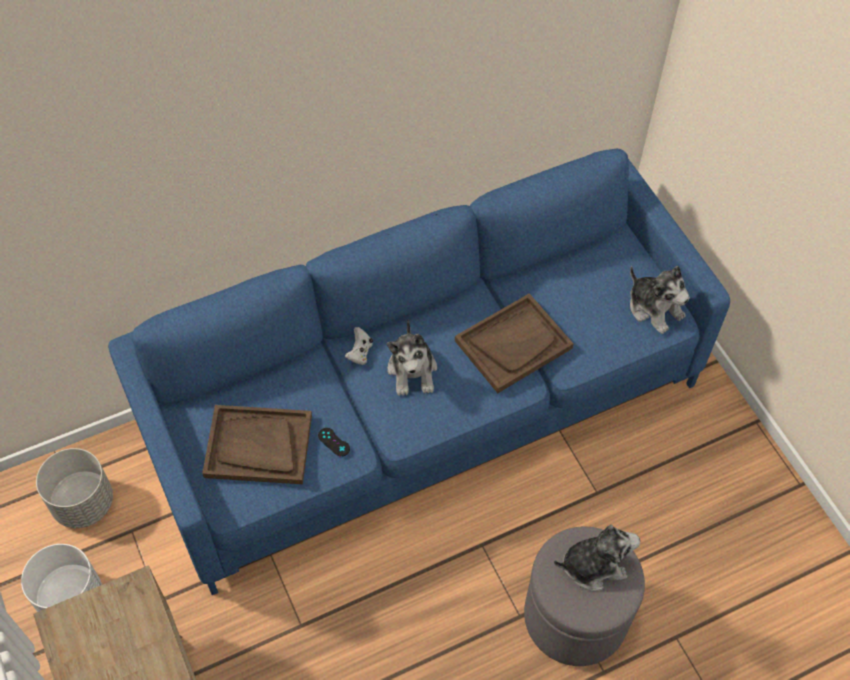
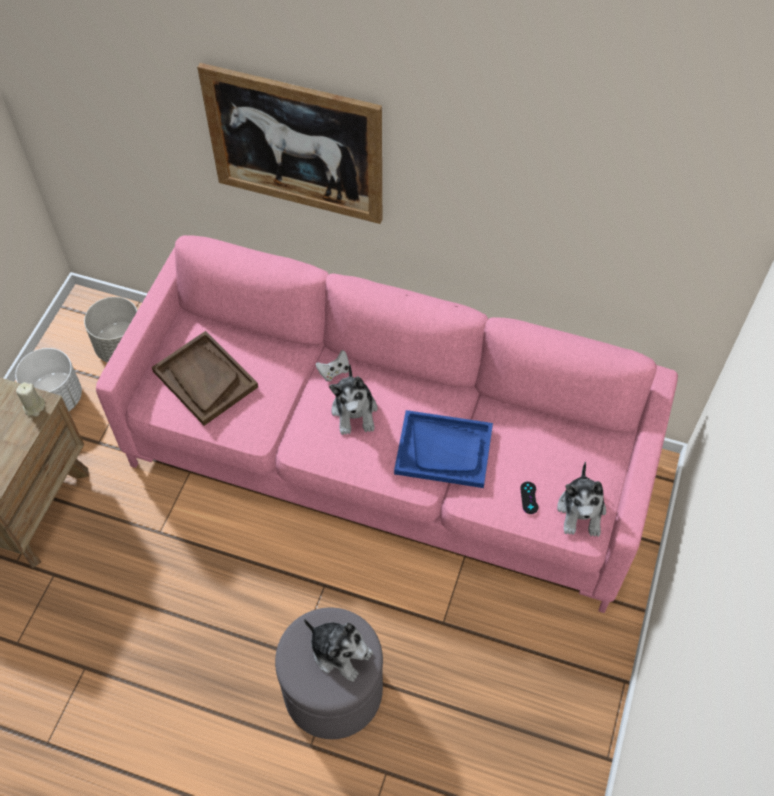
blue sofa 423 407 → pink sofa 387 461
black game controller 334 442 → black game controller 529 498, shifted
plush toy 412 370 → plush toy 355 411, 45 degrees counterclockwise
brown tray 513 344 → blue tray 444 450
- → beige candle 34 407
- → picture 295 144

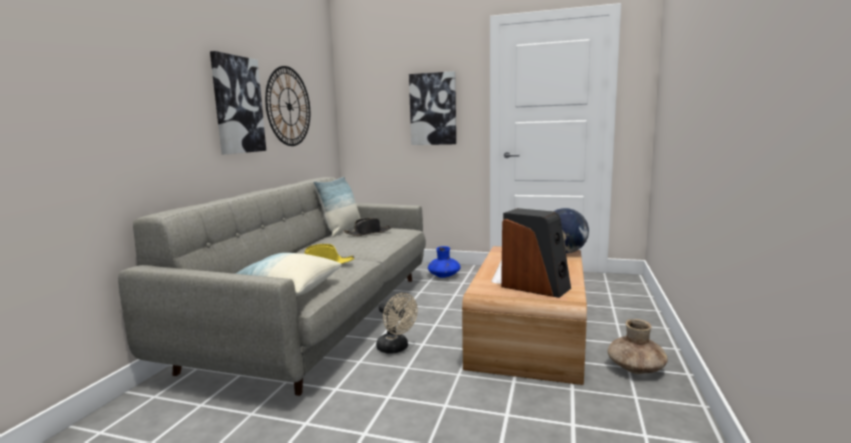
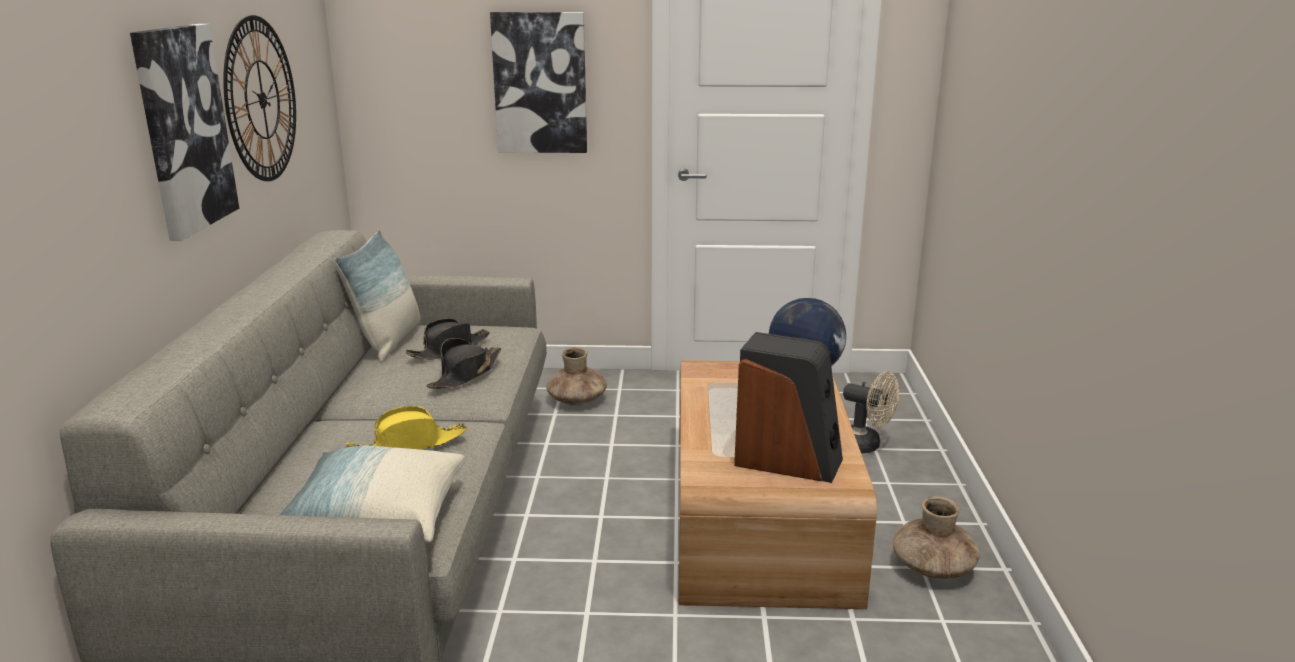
beige fan 396 348 → beige fan 865 446, shifted
blue vase 444 276 → brown vase 577 400
- → black hat 465 374

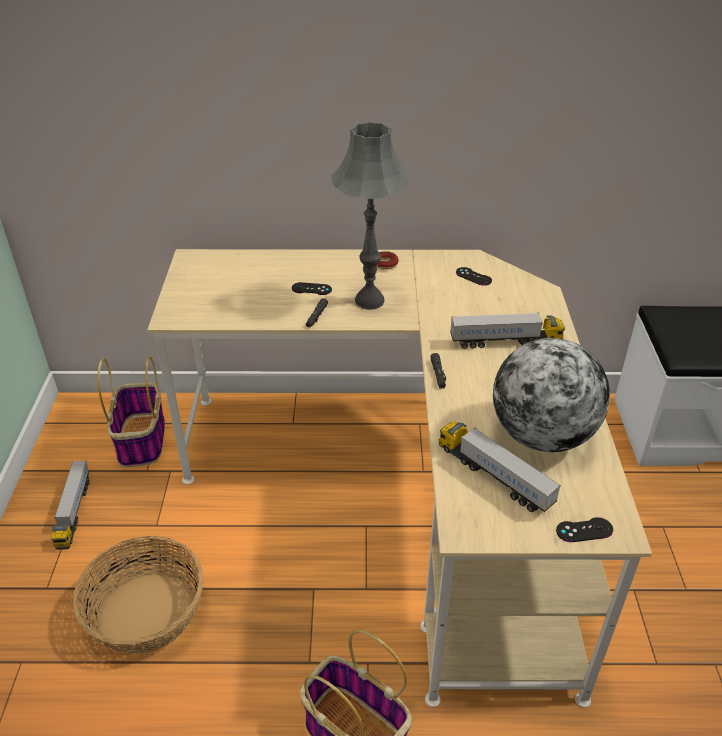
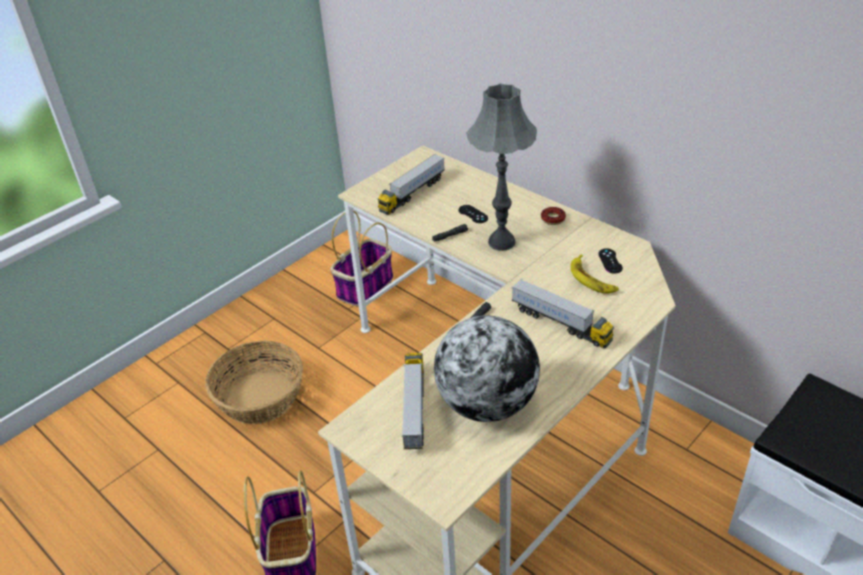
toy truck 74 512 → toy truck 412 194, shifted
black game controller 584 530 → -
- → banana 592 279

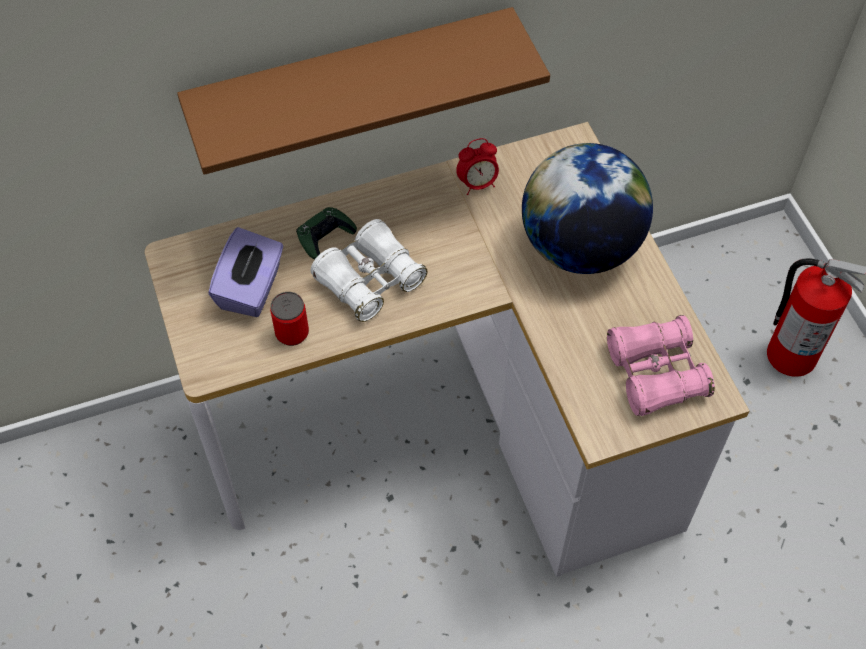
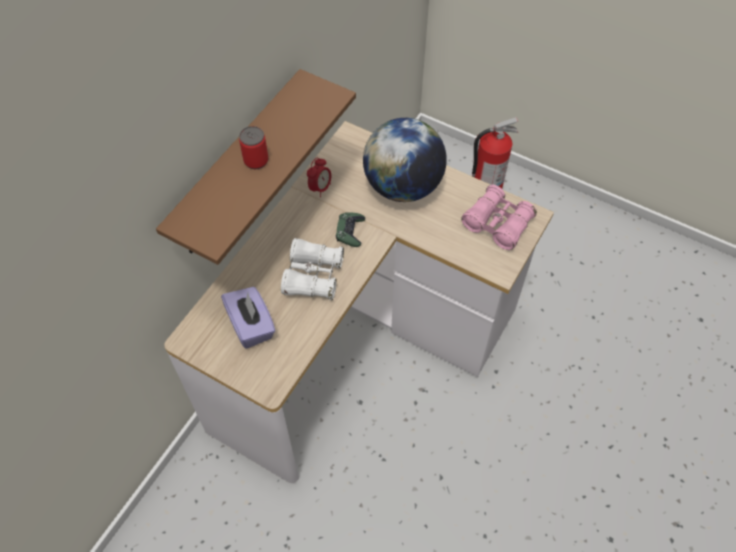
can 292 333 → can 256 161, shifted
green game controller 325 236 → green game controller 350 232, shifted

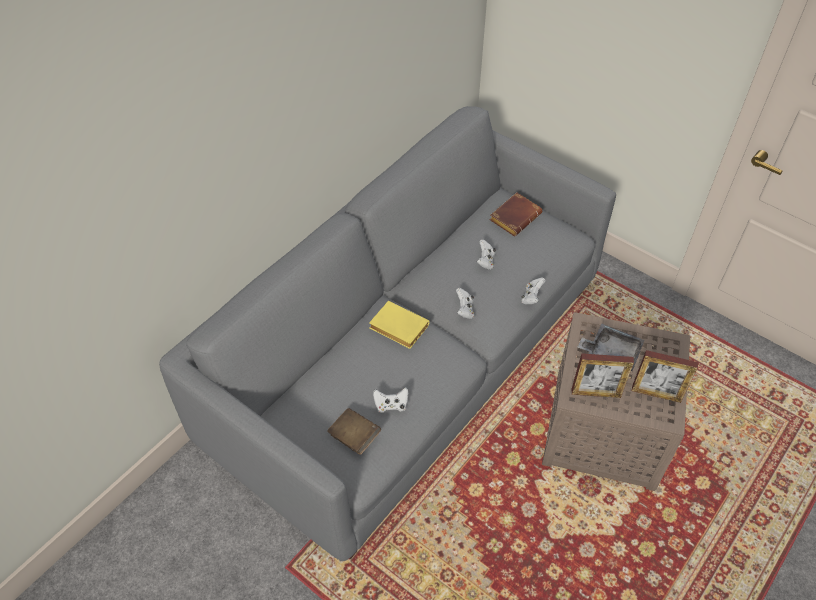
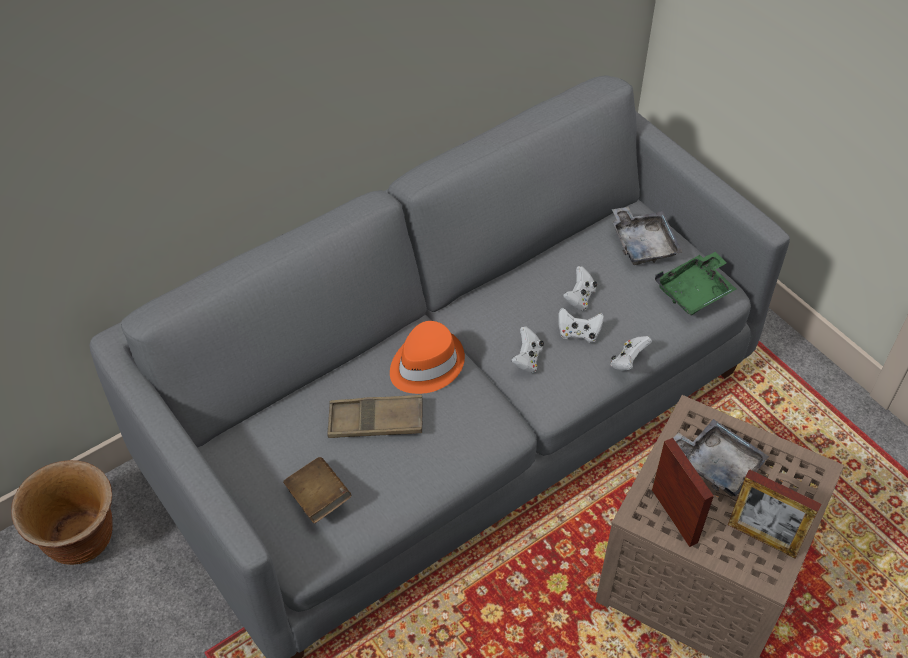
yellow book 397 328 → orange hat 425 364
white game controller 391 405 → white game controller 578 333, shifted
brown book 515 216 → grey tray 643 243
picture frame 596 393 → picture frame 674 516, 135 degrees counterclockwise
- → brown planter 82 540
- → brown tray 376 421
- → green tray 695 291

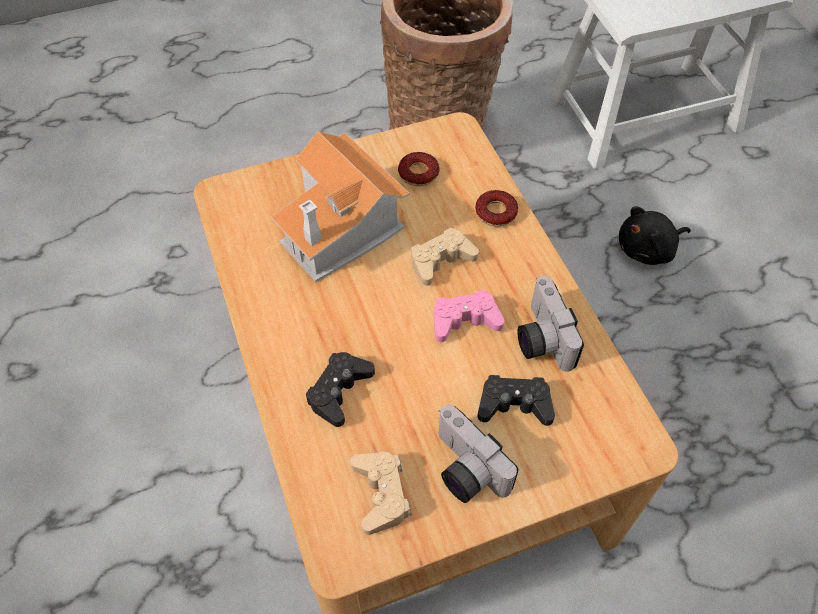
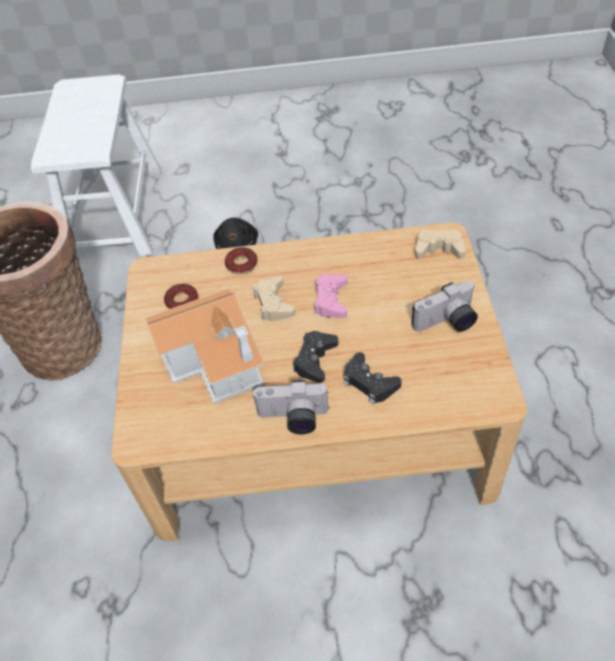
beige game controller 381 494 → beige game controller 439 249, shifted
black game controller 514 404 → black game controller 315 360, shifted
photo camera 539 338 → photo camera 293 419, shifted

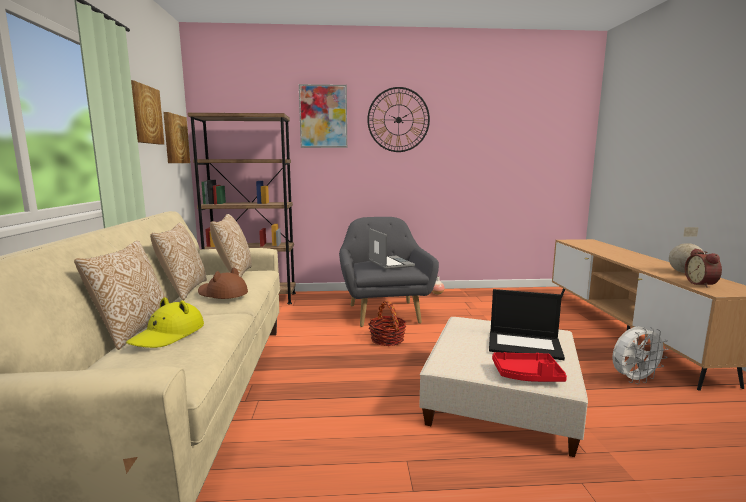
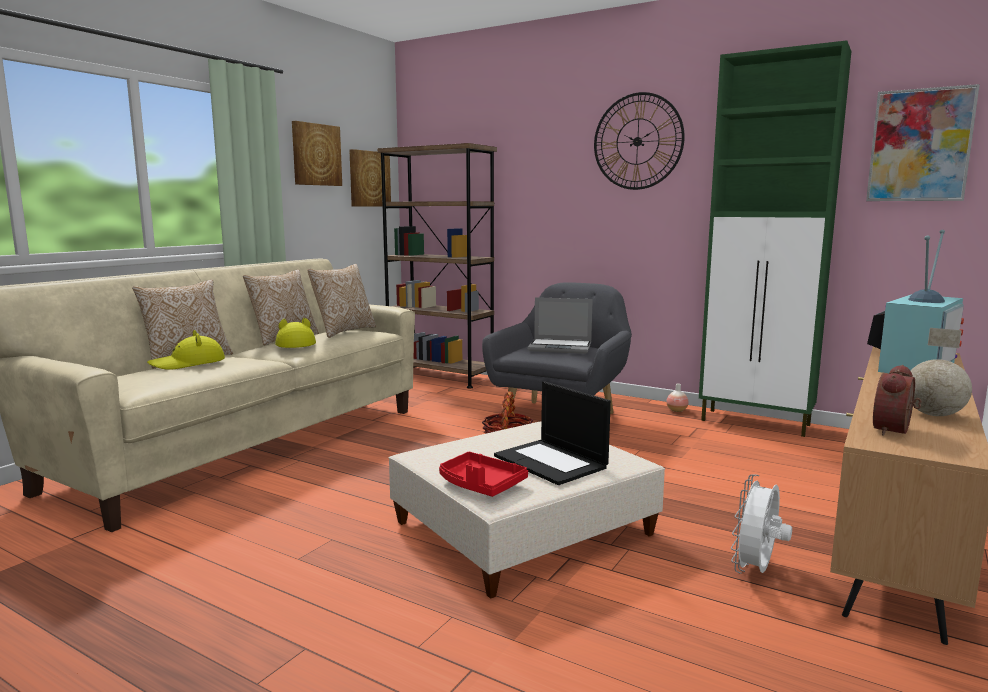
brown hat 222 293 → yellow hat 295 344
picture 323 116 → picture 920 145, shifted
laptop 389 263 → laptop 561 347, 90 degrees clockwise
white fan 634 379 → white fan 756 571, 105 degrees clockwise
- → green cabinet 756 423
- → television 911 366

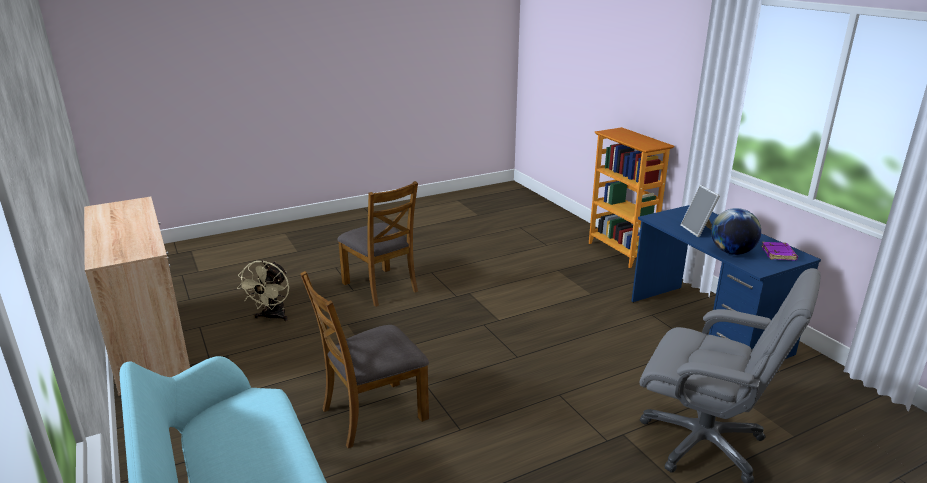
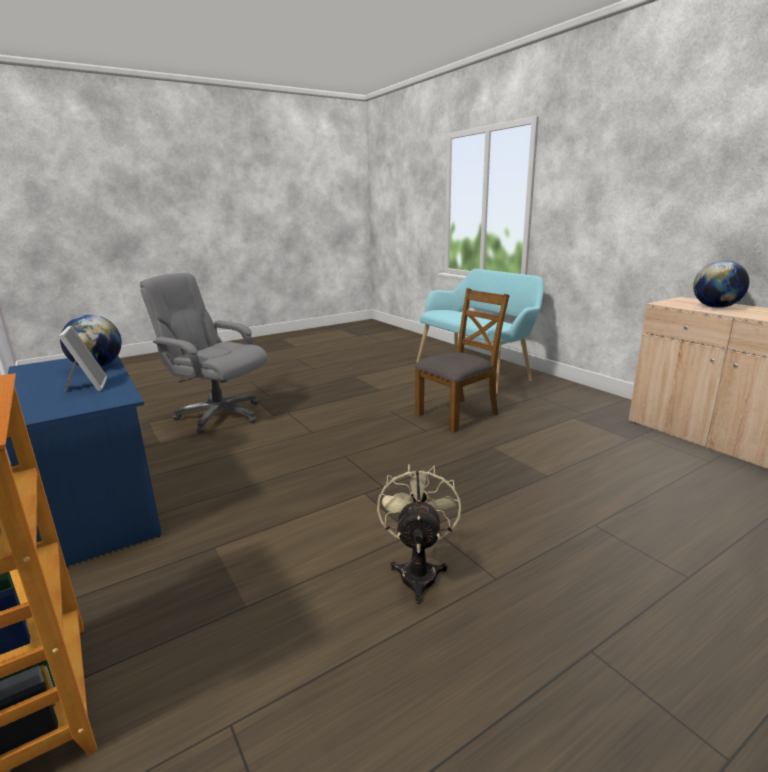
beige fan 272 317 → beige fan 418 571, shifted
brown chair 381 287 → -
purple book 779 254 → -
- → globe 715 307

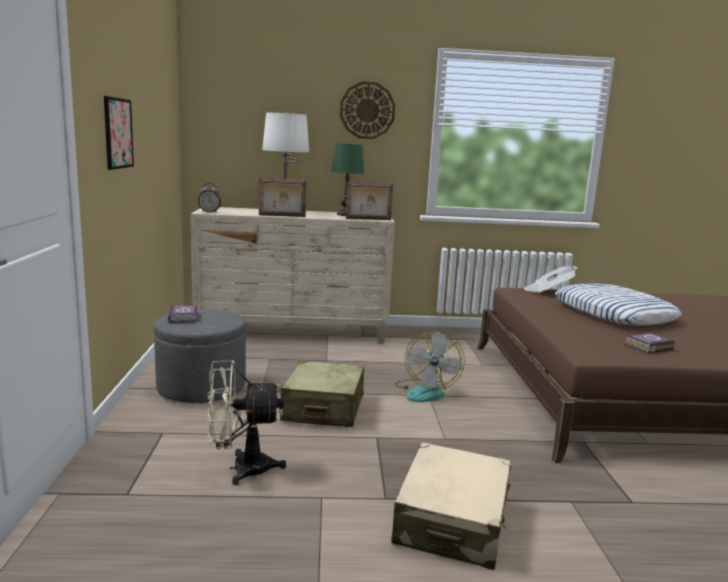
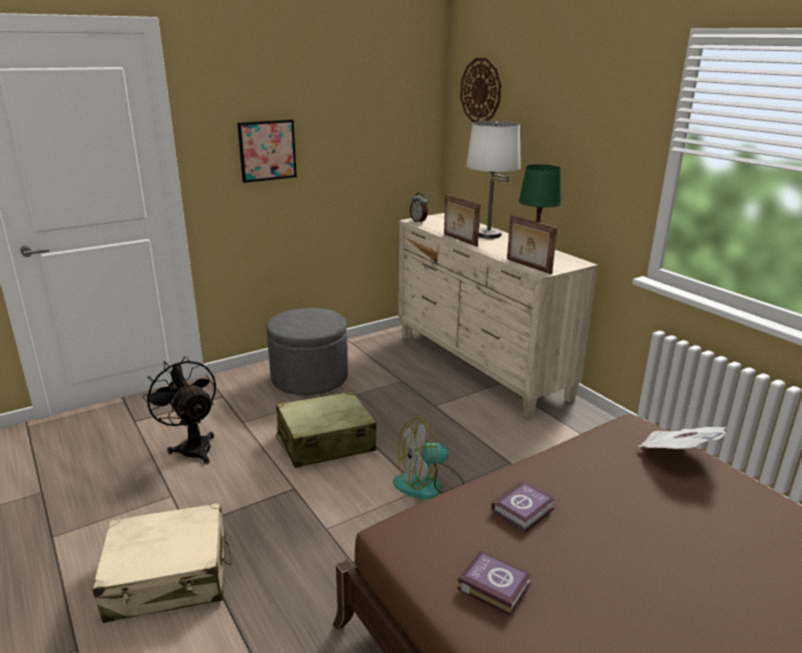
book 184 317 → book 524 510, shifted
beige fan 241 468 → black fan 192 446
wall clock 367 110 → wall clock 481 91, shifted
pillow 614 313 → -

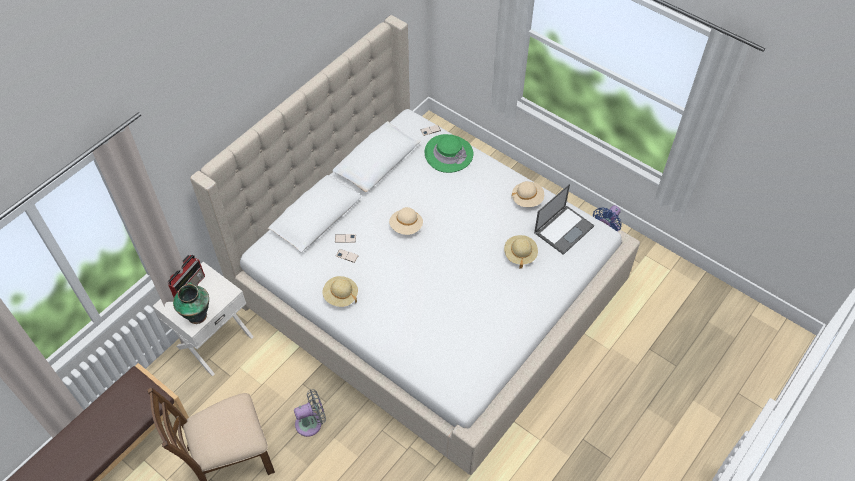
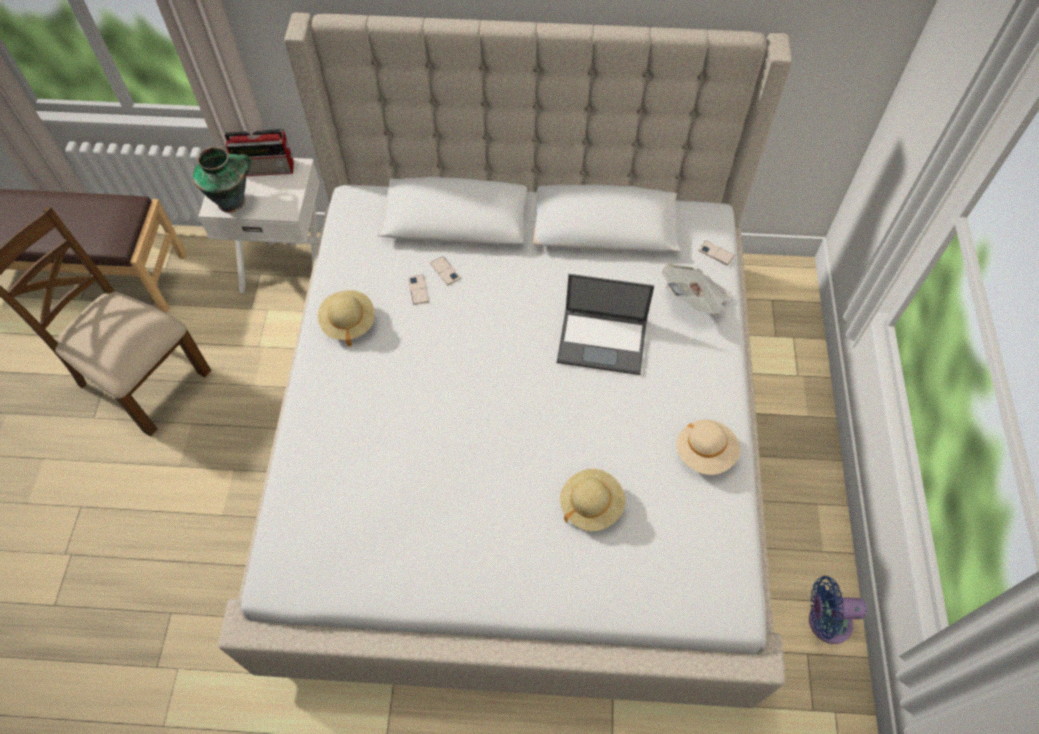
grey fan 311 423 → -
beige hat 406 227 → -
green hat 448 154 → newspaper 695 300
laptop 564 229 → laptop 603 341, shifted

